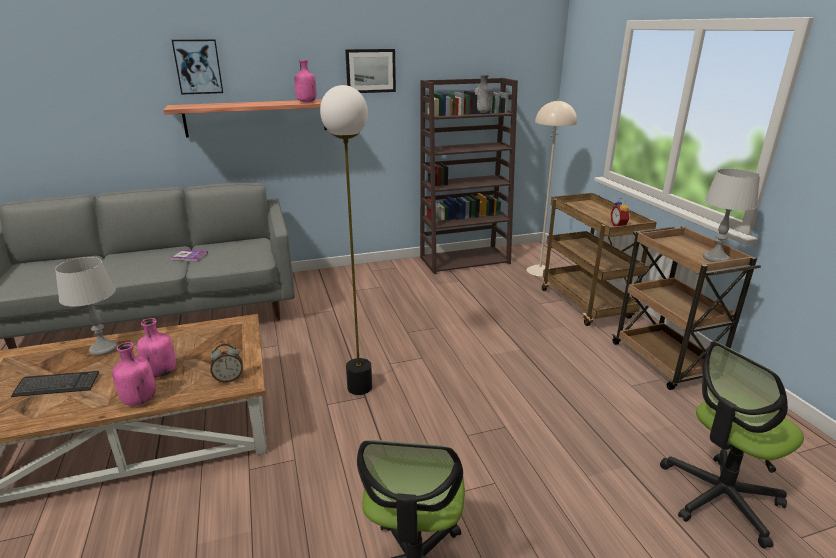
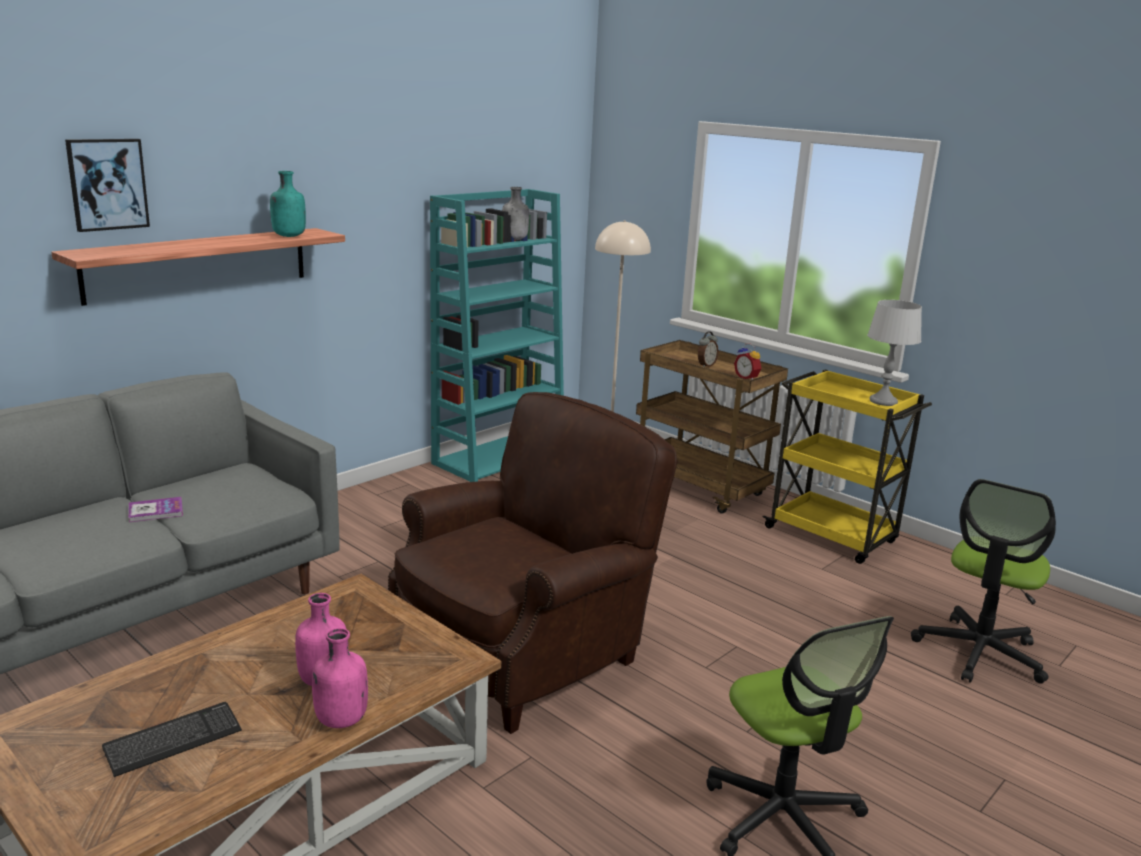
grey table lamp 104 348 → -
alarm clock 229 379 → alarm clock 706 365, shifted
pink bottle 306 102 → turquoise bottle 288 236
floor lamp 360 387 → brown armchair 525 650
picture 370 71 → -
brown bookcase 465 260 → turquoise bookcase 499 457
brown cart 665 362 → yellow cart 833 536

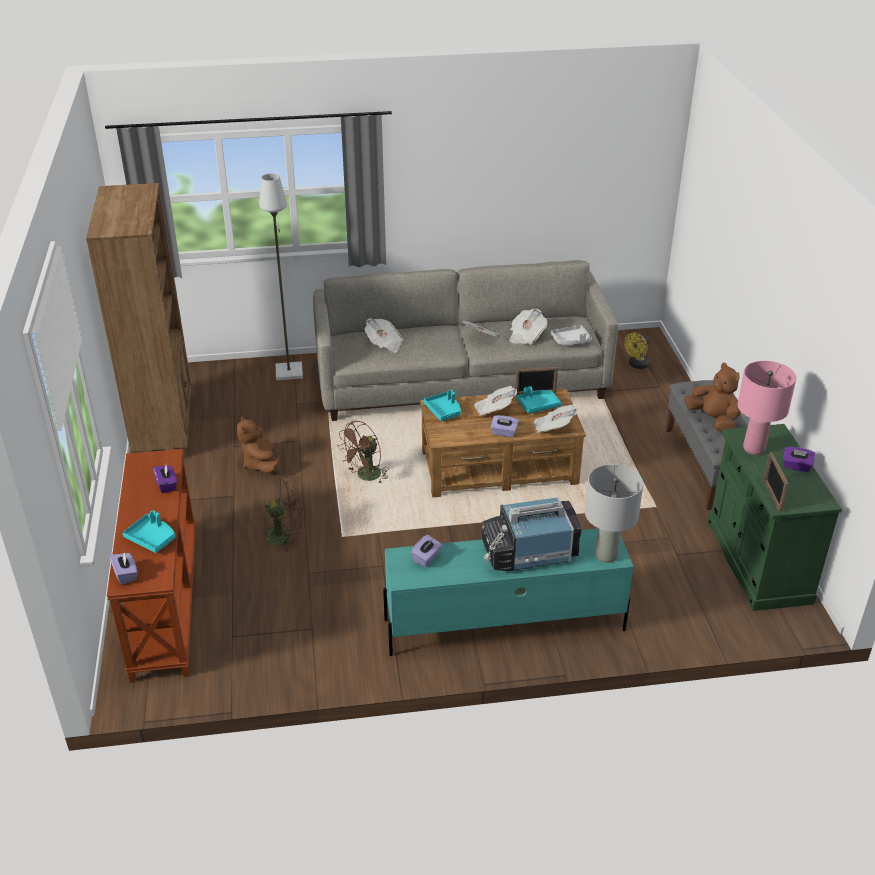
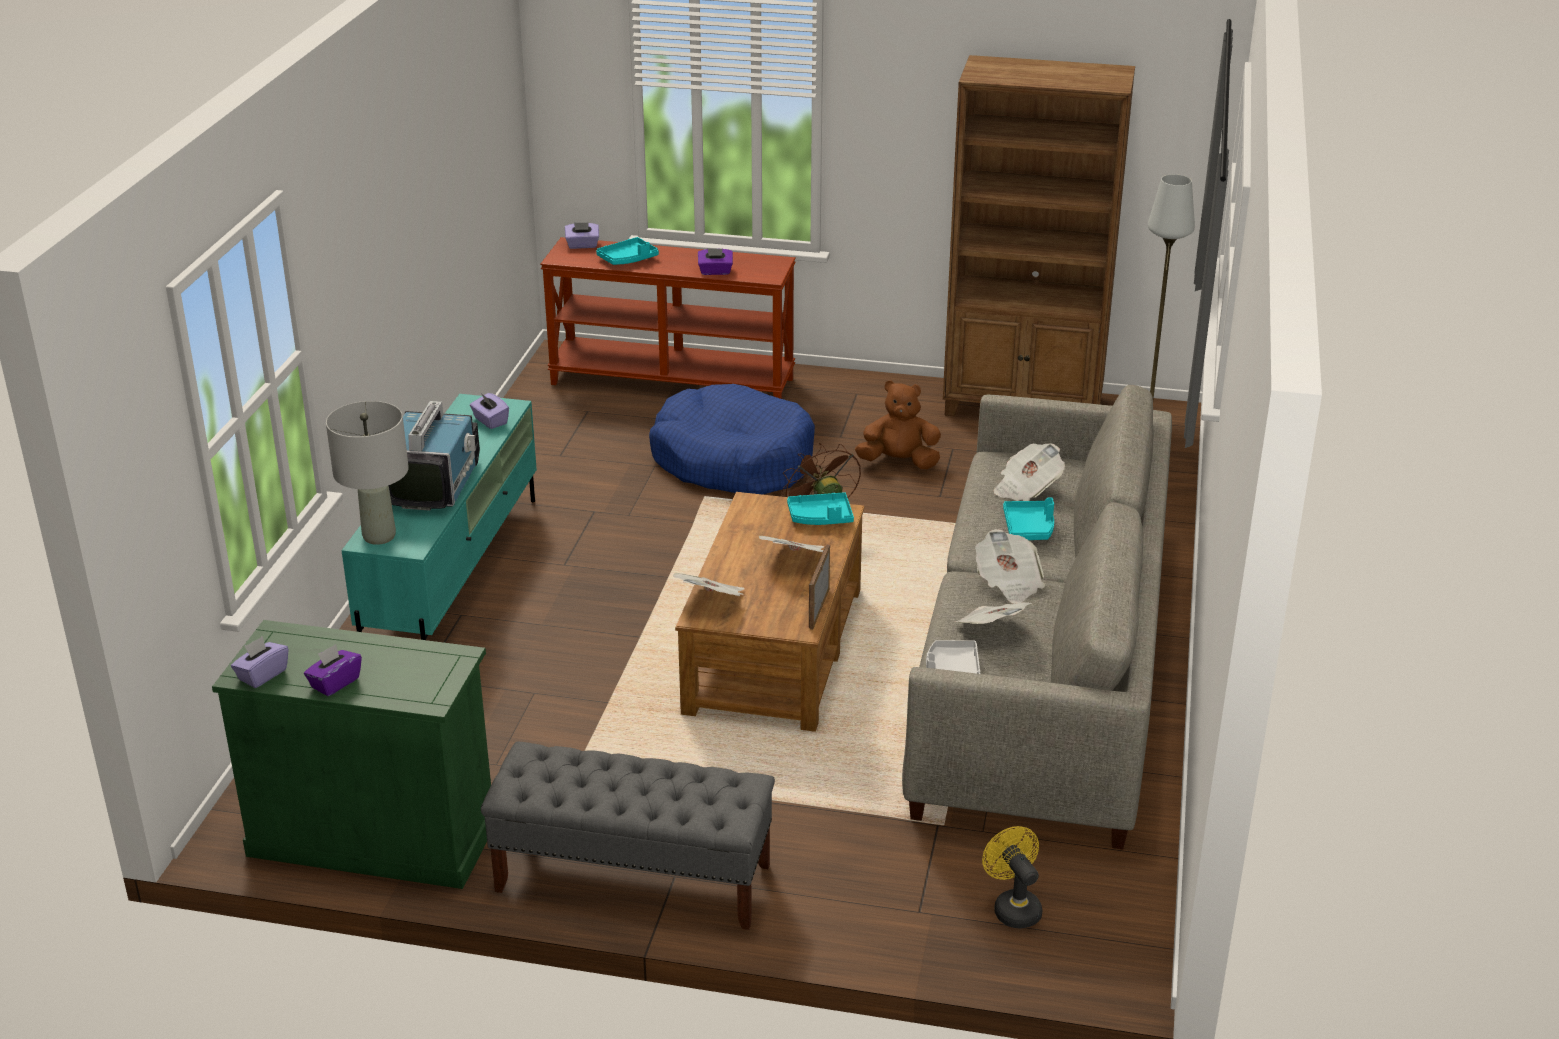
brown fan 286 536 → blue dog bed 733 460
purple tissue box 504 433 → purple tissue box 262 675, shifted
turquoise tray 538 405 → turquoise tray 1029 528, shifted
brown plush toy 713 420 → -
pink table lamp 753 448 → -
picture frame 772 495 → -

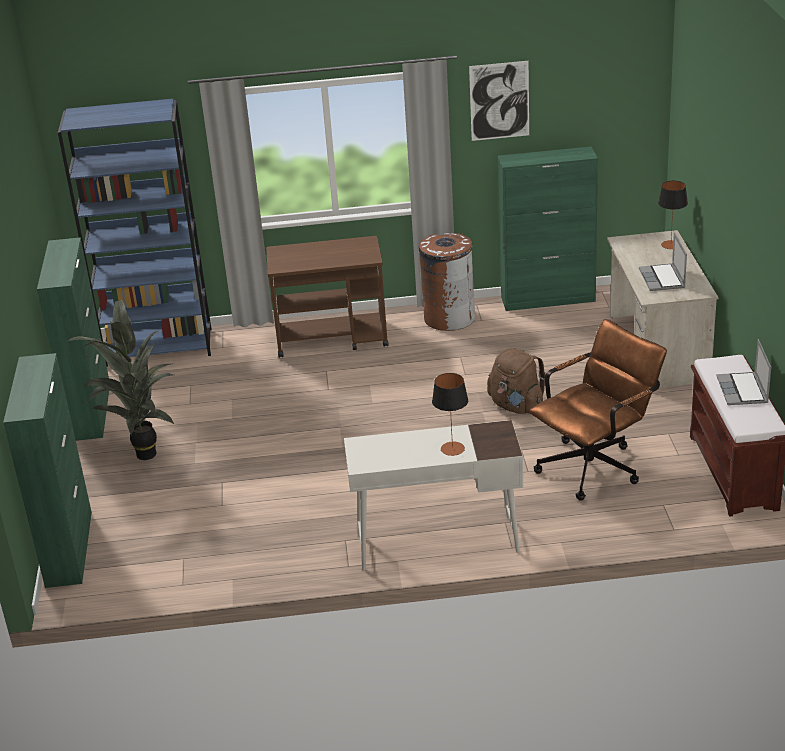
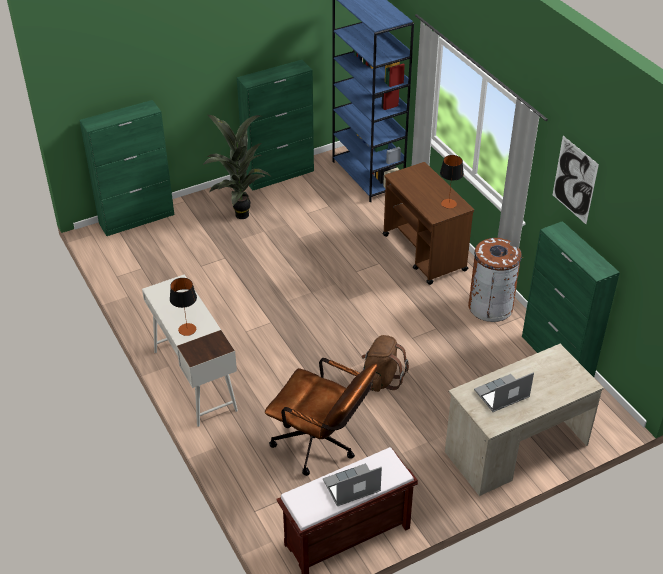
table lamp 670 245 → table lamp 448 203, shifted

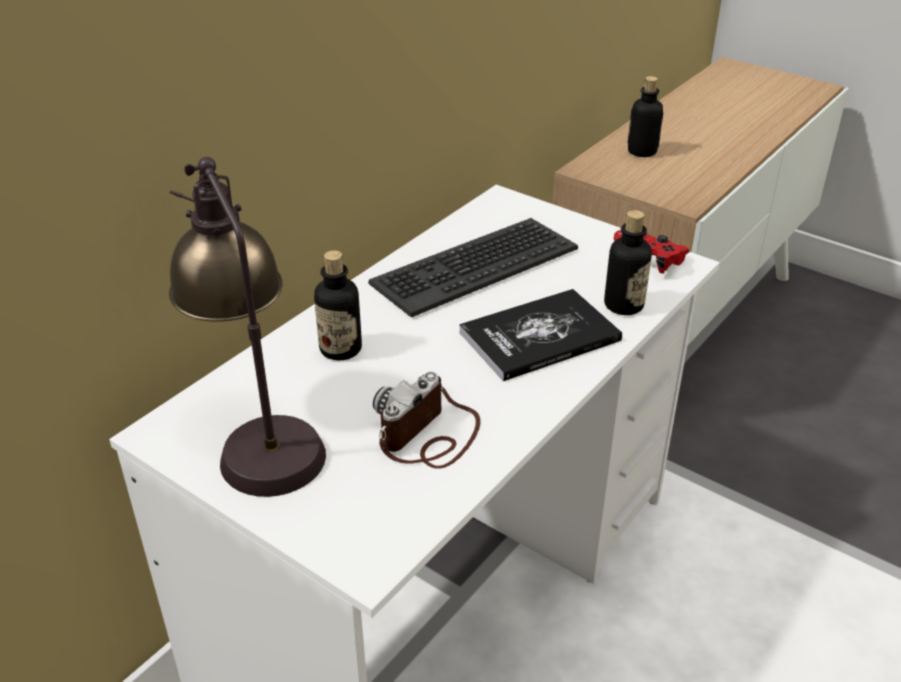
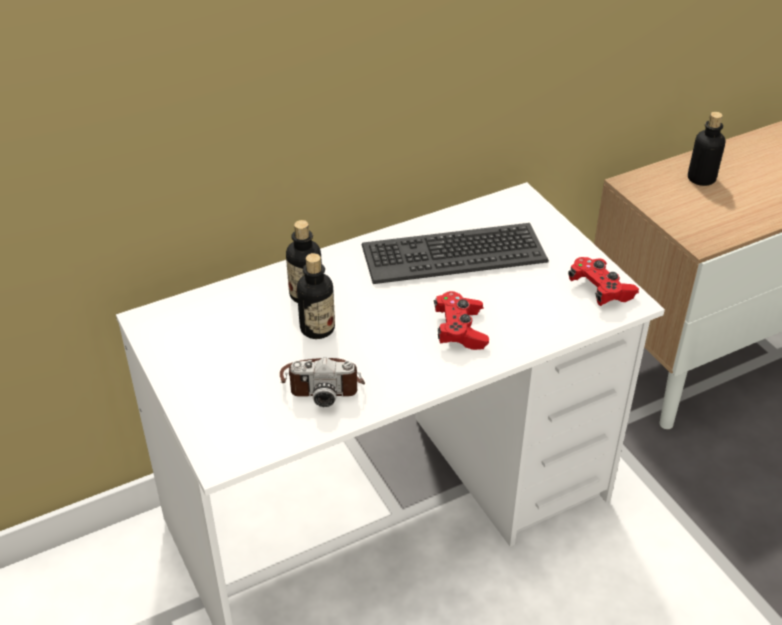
table lamp 258 434 → -
photo camera 429 436 → photo camera 322 382, 150 degrees counterclockwise
book 539 337 → red game controller 460 330
bottle 623 305 → bottle 317 328, shifted

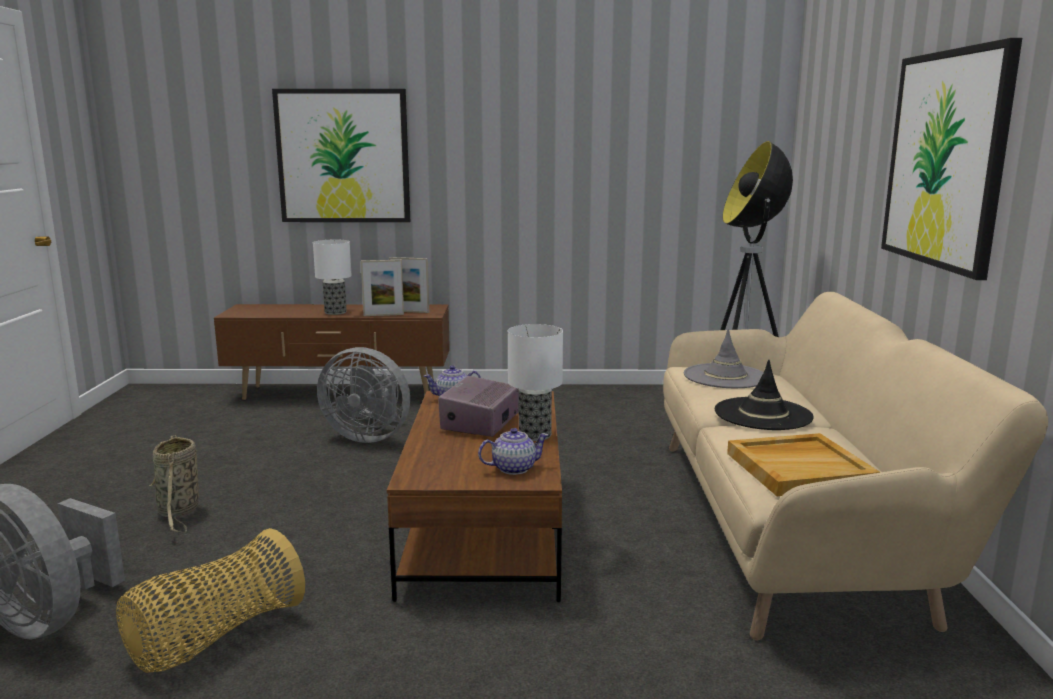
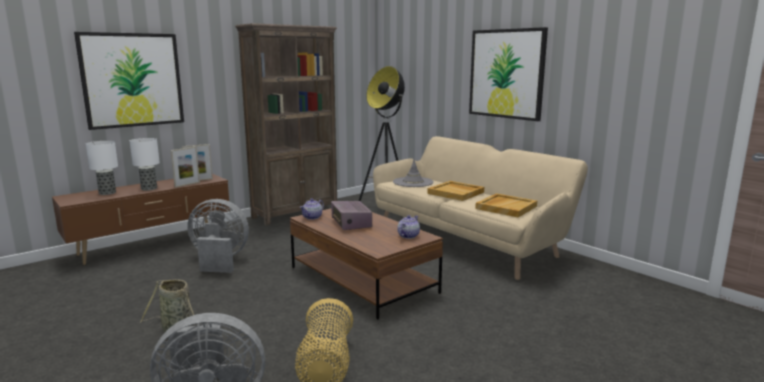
grey fan 368 436 → grey fan 219 260, 150 degrees counterclockwise
table lamp 535 435 → table lamp 107 192, shifted
black hat 763 414 → beige tray 456 193
- → brown bookcase 296 213

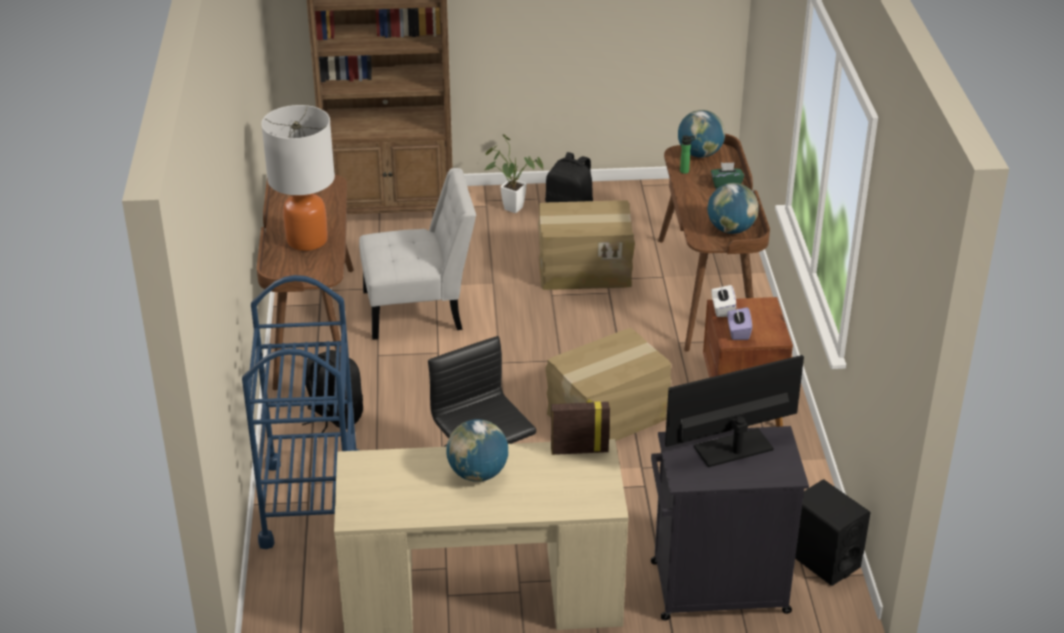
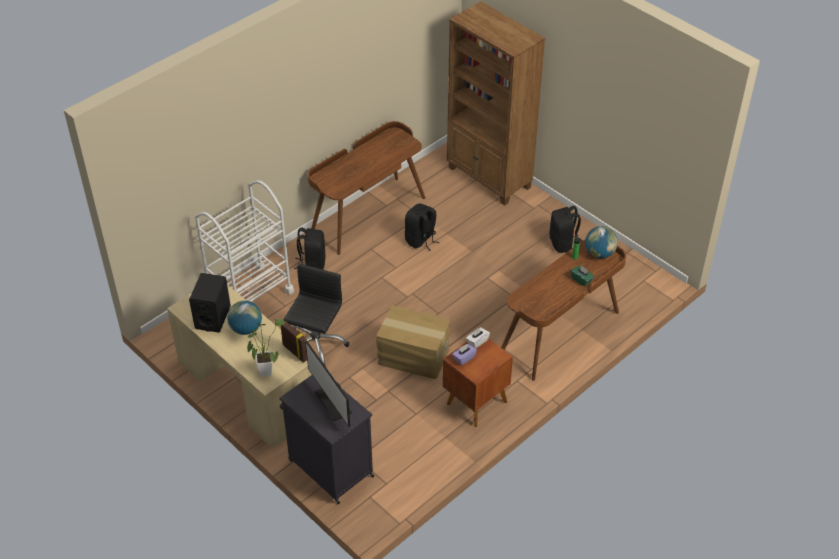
blue cart 311 502 → white cart 250 295
table lamp 307 240 → -
white chair 419 309 → black backpack 421 240
potted plant 510 207 → potted plant 266 369, shifted
cardboard box 584 269 → -
monitor 733 448 → monitor 333 402, 150 degrees counterclockwise
globe 731 229 → -
black speaker 823 559 → black speaker 213 317, shifted

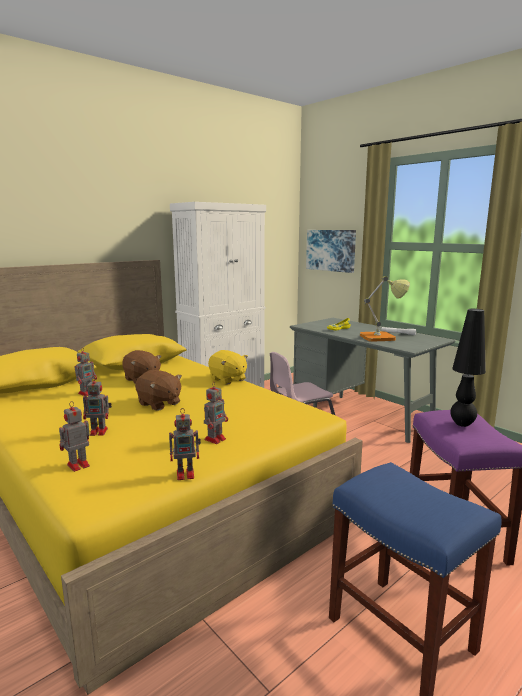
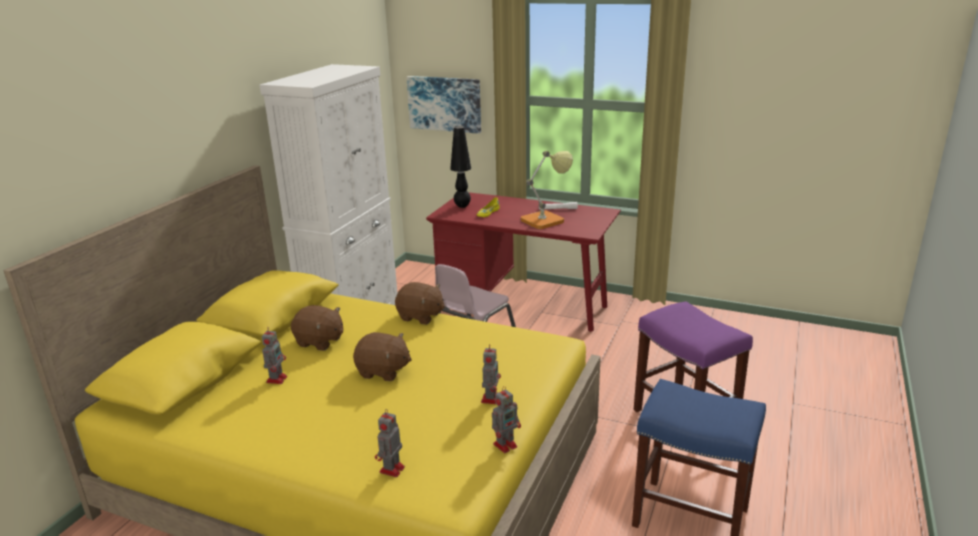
toy robot 100 432 → -
yellow plush toy 227 379 → brown plush toy 420 316
grey desk 362 414 → red desk 524 305
black table lamp 462 424 → black table lamp 462 206, shifted

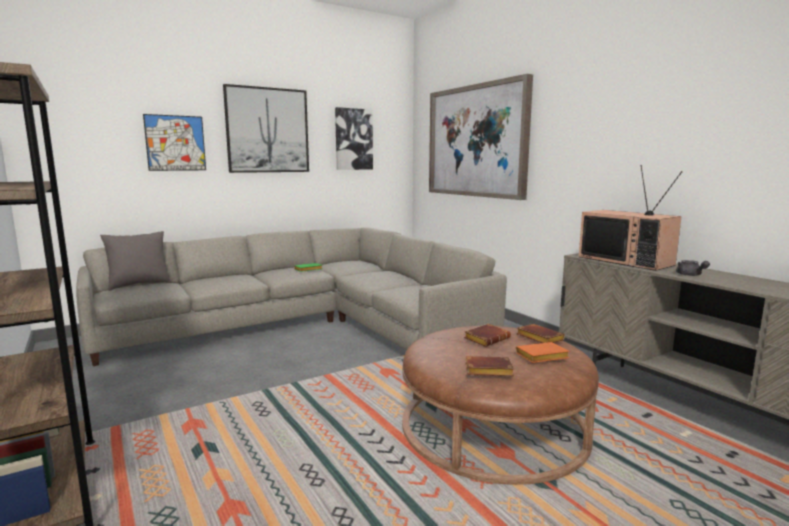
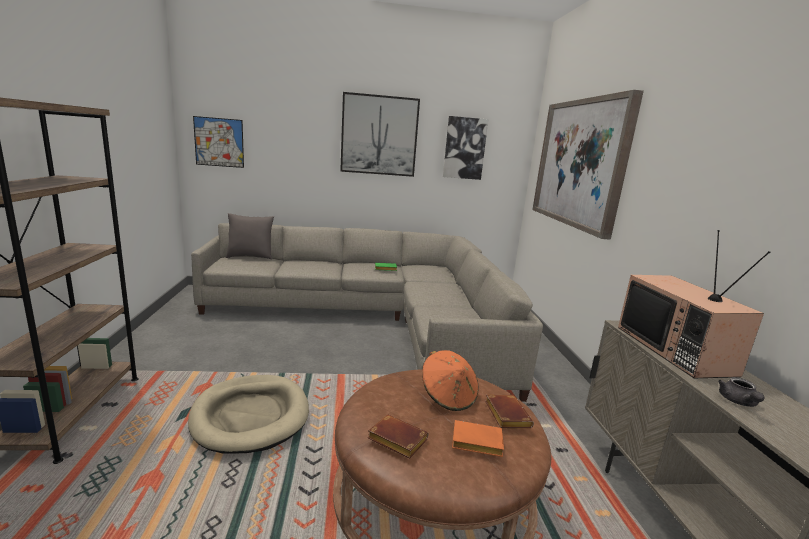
picture 175 143 → picture 219 142, shifted
brown book 486 338 → orange hat 448 396
- → beige dog bed 251 416

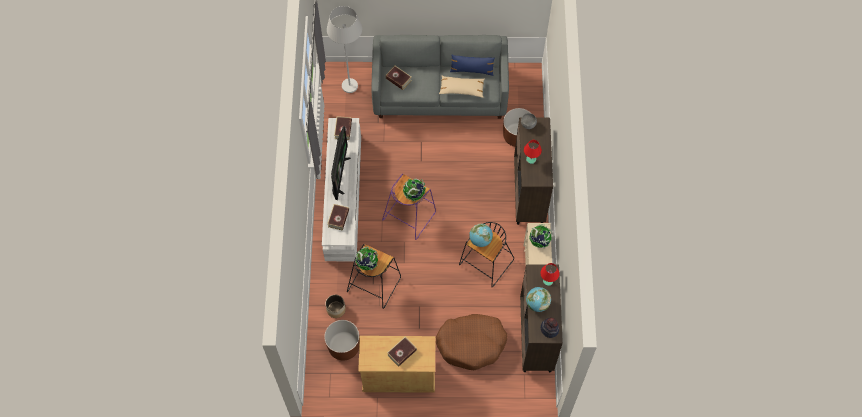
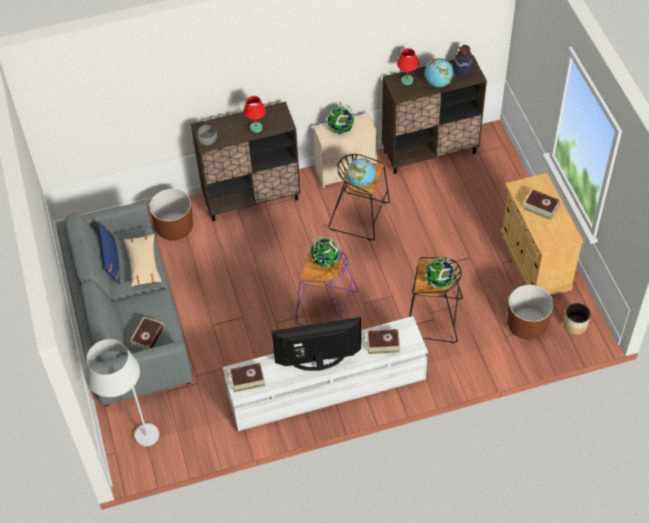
planter 336 309 → planter 575 325, shifted
brown dog bed 471 343 → -

